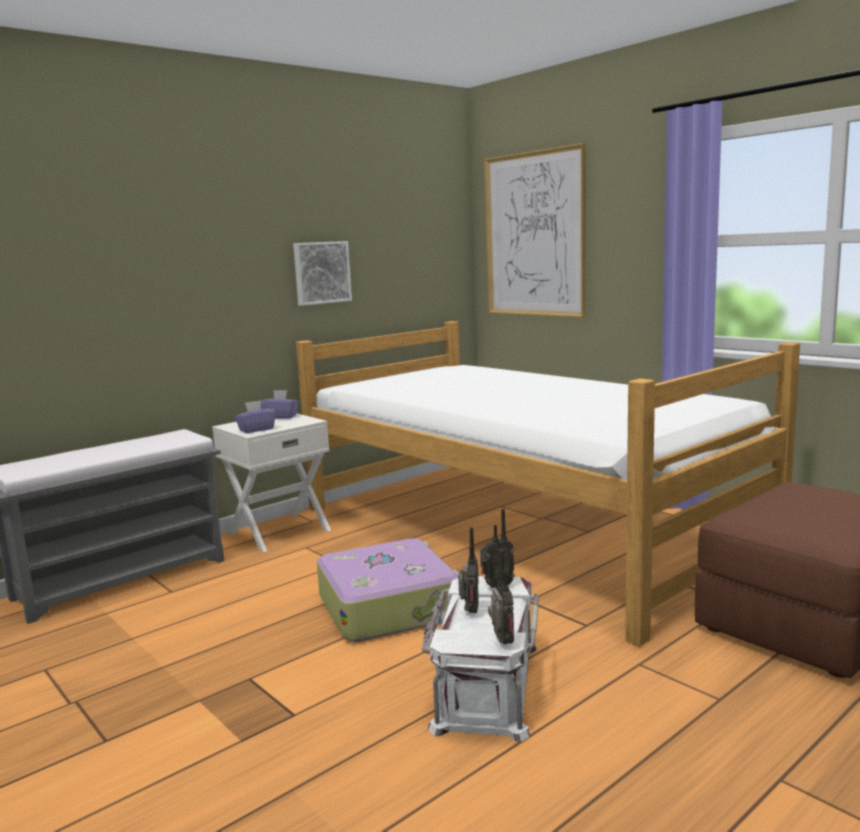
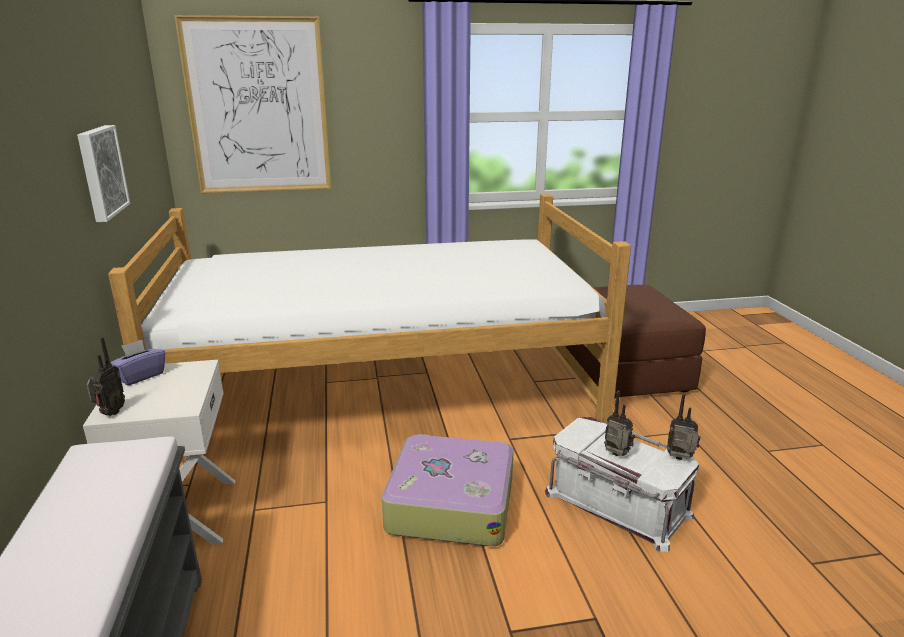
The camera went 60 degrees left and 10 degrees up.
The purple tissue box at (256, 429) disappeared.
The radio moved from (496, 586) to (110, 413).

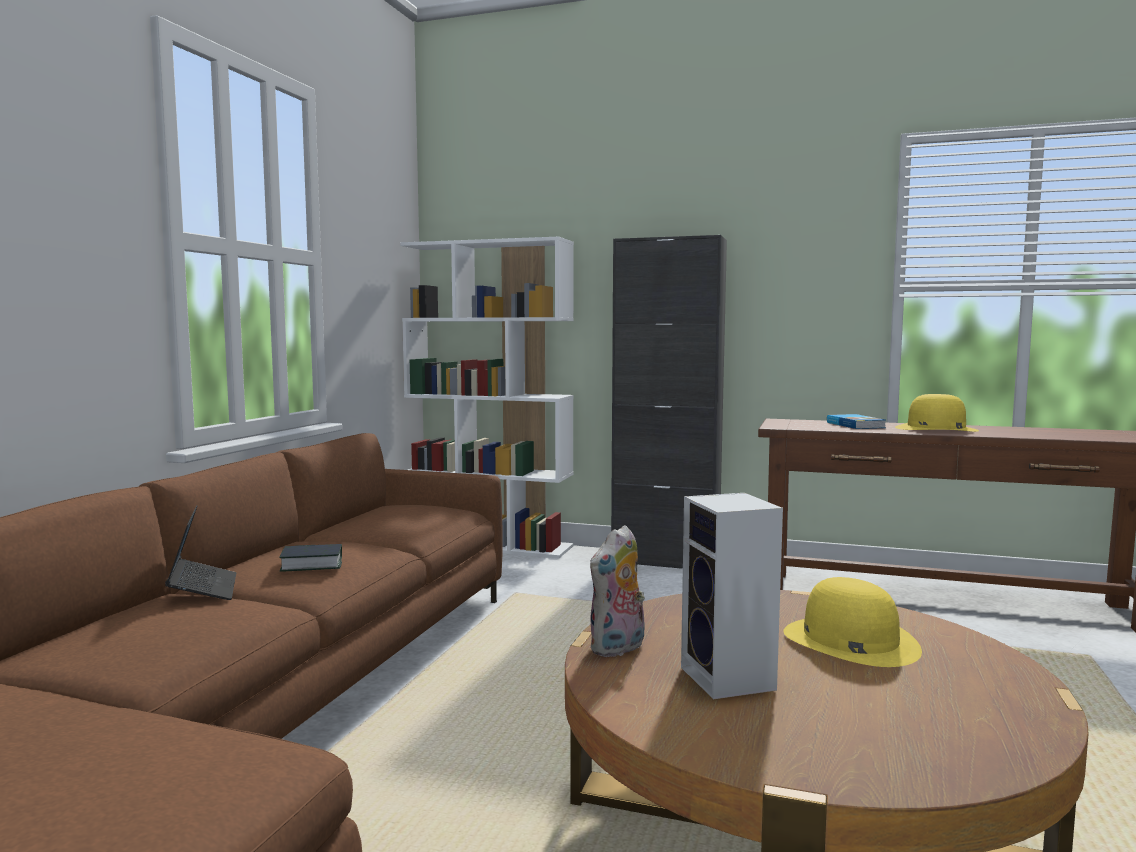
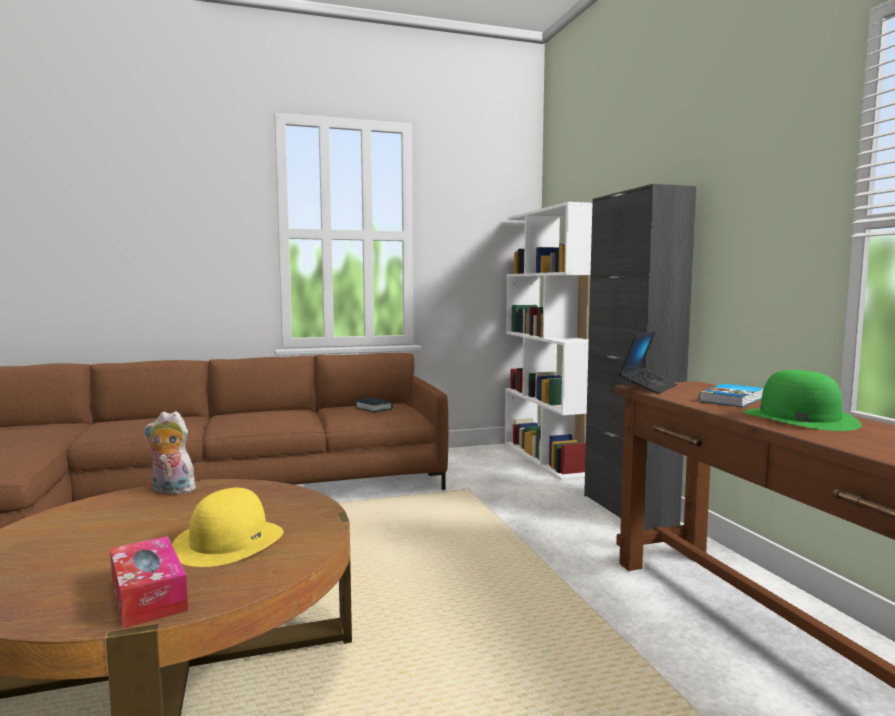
The camera went 55 degrees right and 0 degrees up.
The laptop moved from (203, 589) to (648, 387).
The book moved from (312, 564) to (374, 408).
The speaker at (731, 680) disappeared.
The yellow hat at (935, 429) became the green hat at (798, 418).
The tissue box at (148, 595) appeared.

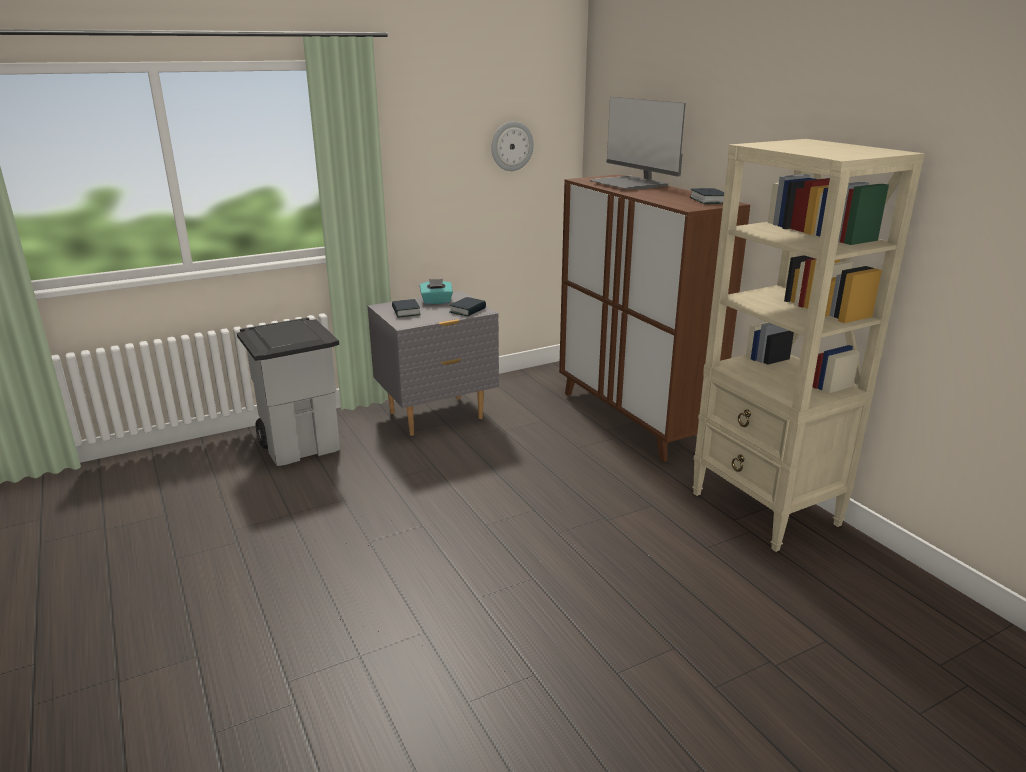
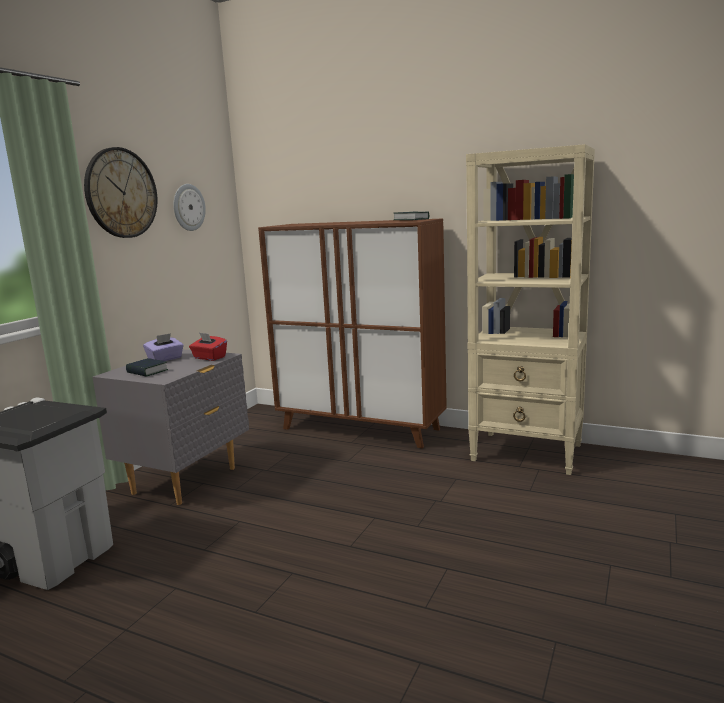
The camera went 35 degrees left and 10 degrees down.
The turquoise tissue box at (436, 302) became the purple tissue box at (165, 359).
The book at (467, 310) was replaced by the red tissue box at (209, 358).
The monitor at (630, 184) disappeared.
The wall clock at (121, 193) appeared.

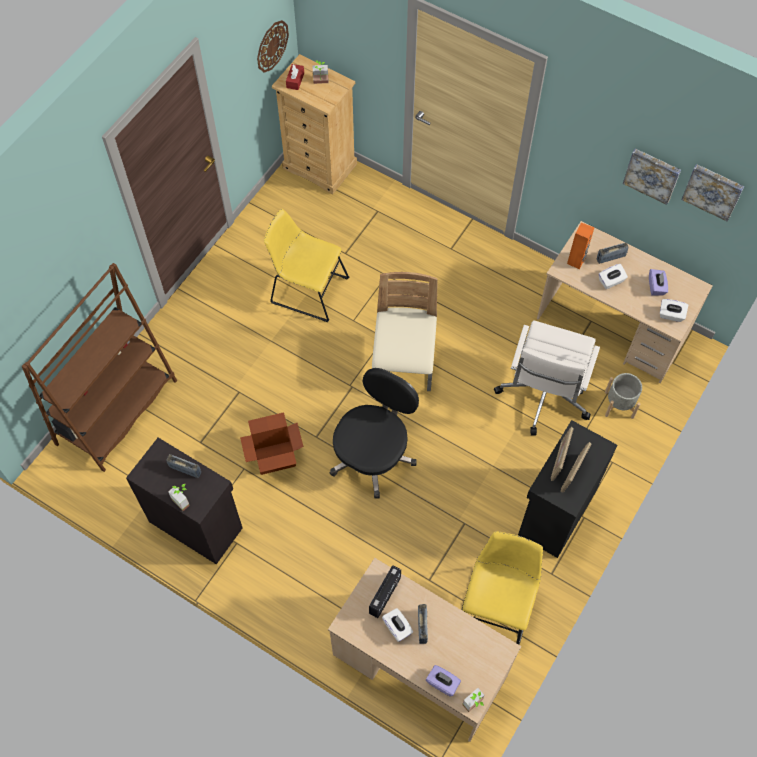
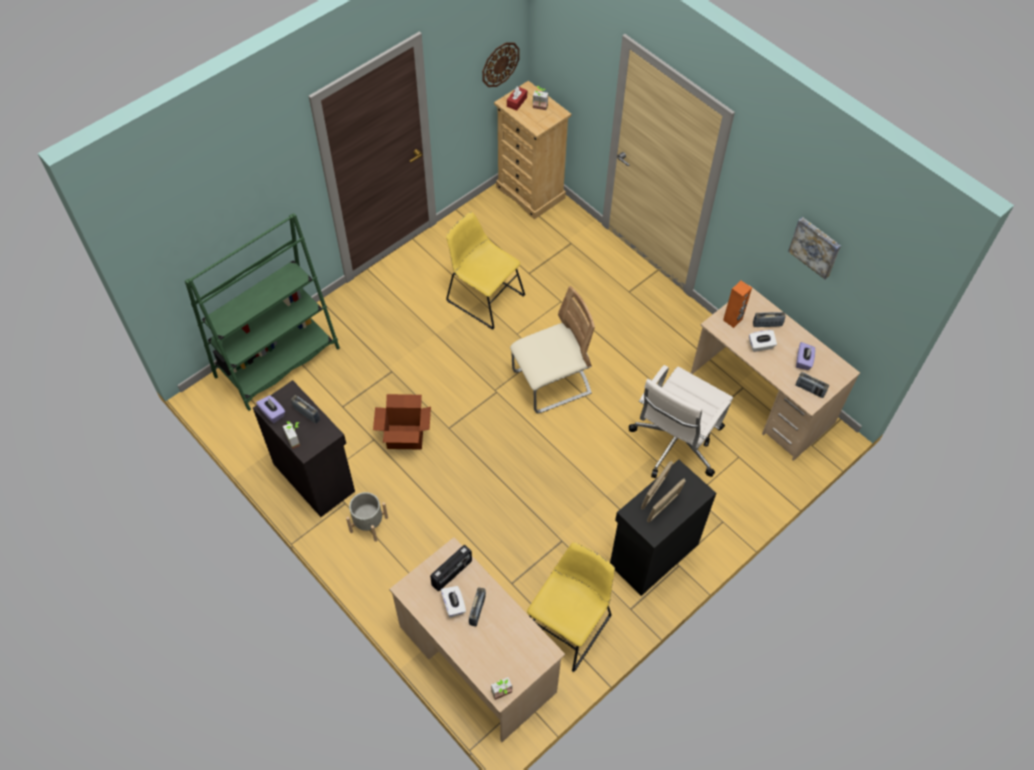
The camera went 15 degrees right and 5 degrees down.
The brown bookcase at (117, 412) became the green bookcase at (277, 362).
The black office chair at (373, 454) disappeared.
The beige chair at (404, 363) turned 45 degrees clockwise.
The purple tissue box moved from (442, 683) to (273, 413).
The grey planter moved from (619, 405) to (368, 524).
The white tissue box at (671, 315) was replaced by the radio at (810, 390).
The picture at (713, 191) disappeared.

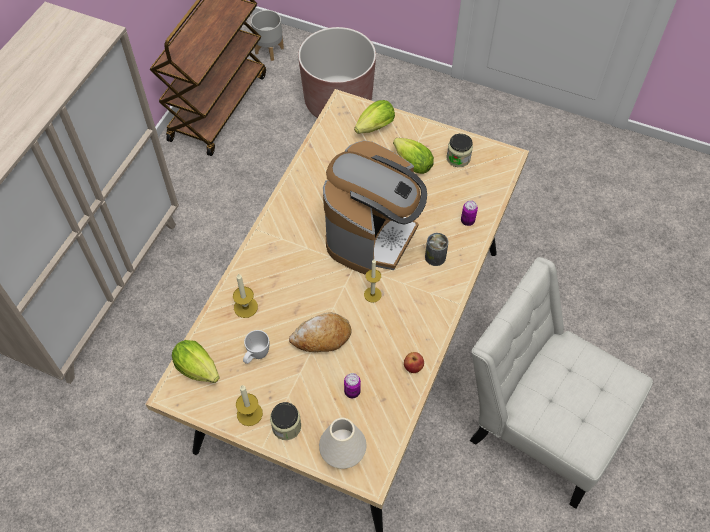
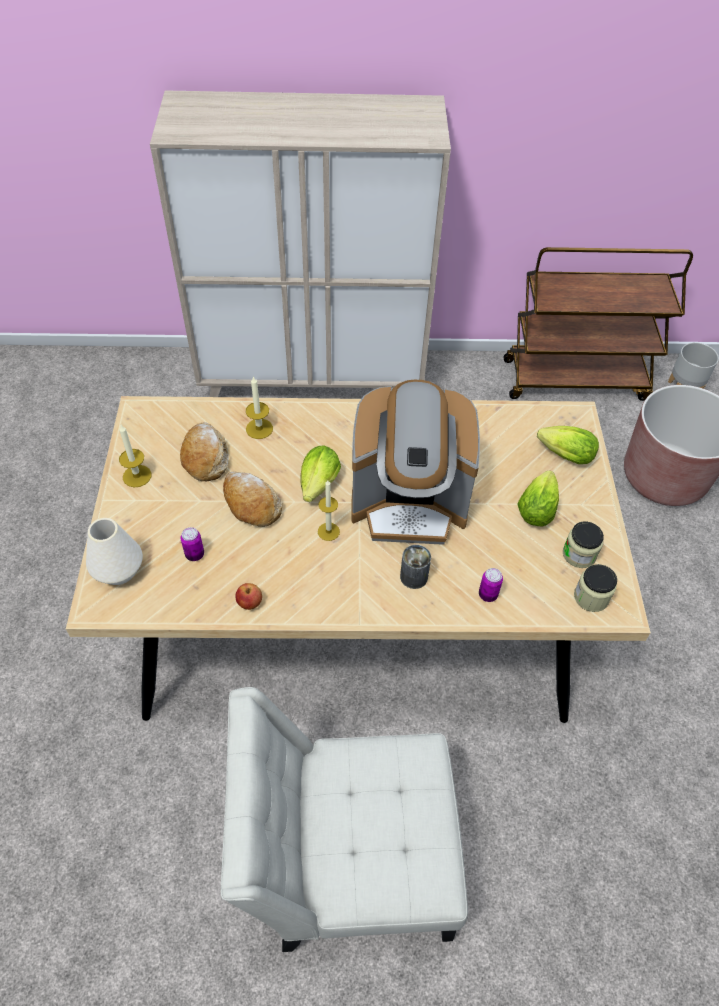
The camera went 65 degrees right and 5 degrees down.
The lettuce moved from (200, 370) to (317, 487).
The white mug at (256, 356) was replaced by the bread at (205, 457).
The jar moved from (286, 426) to (591, 597).
The white chair at (540, 423) turned 105 degrees counterclockwise.

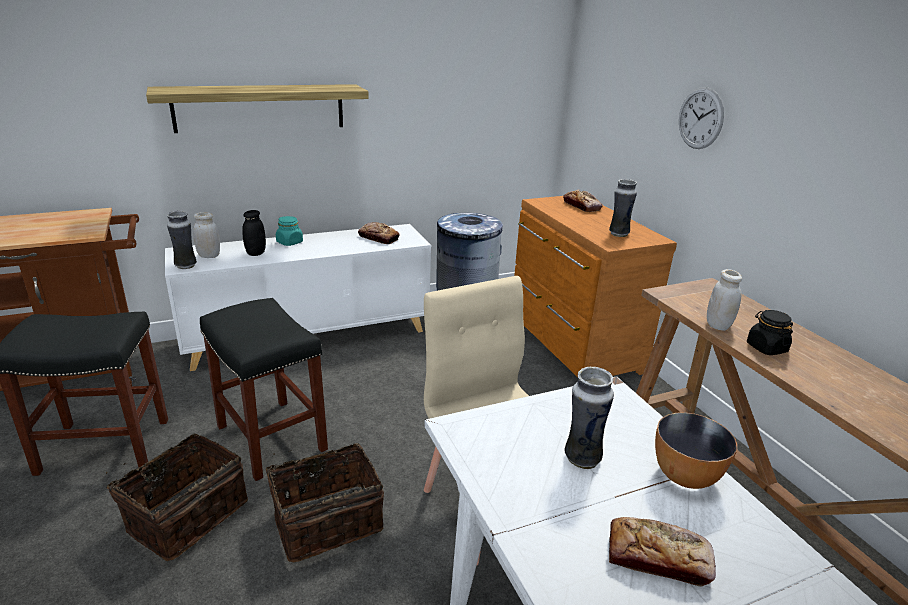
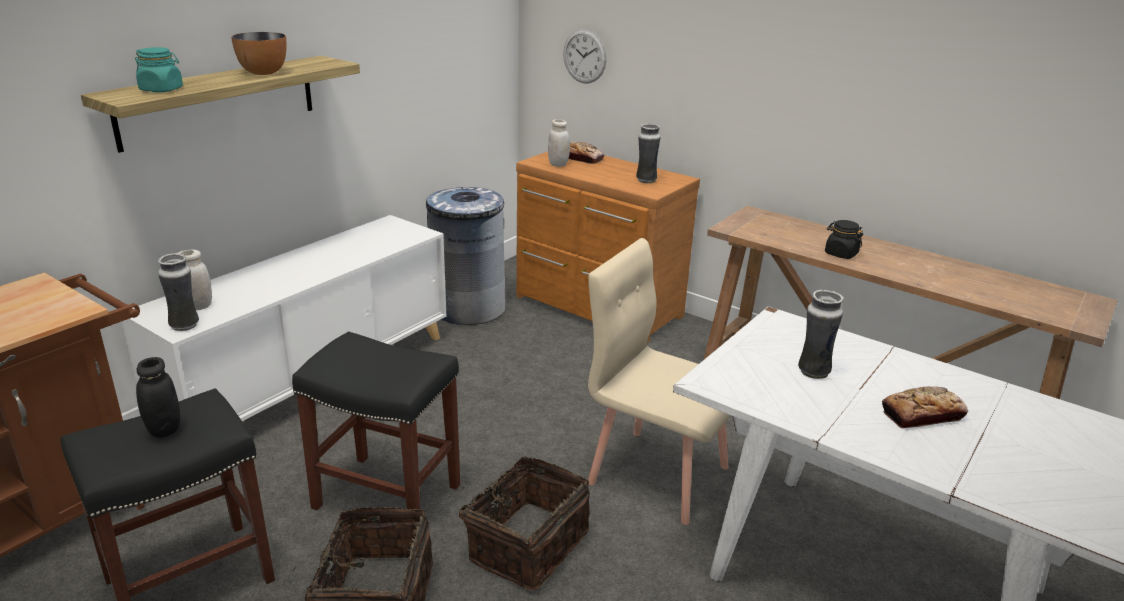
The camera went 30 degrees left and 0 degrees up.
The black jar moved from (255, 253) to (164, 429).
The turquoise jar moved from (290, 242) to (162, 90).
The bread at (378, 238) disappeared.
The bowl moved from (685, 476) to (264, 73).
The wall clock moved from (700, 118) to (584, 56).
The white jar moved from (718, 325) to (558, 164).

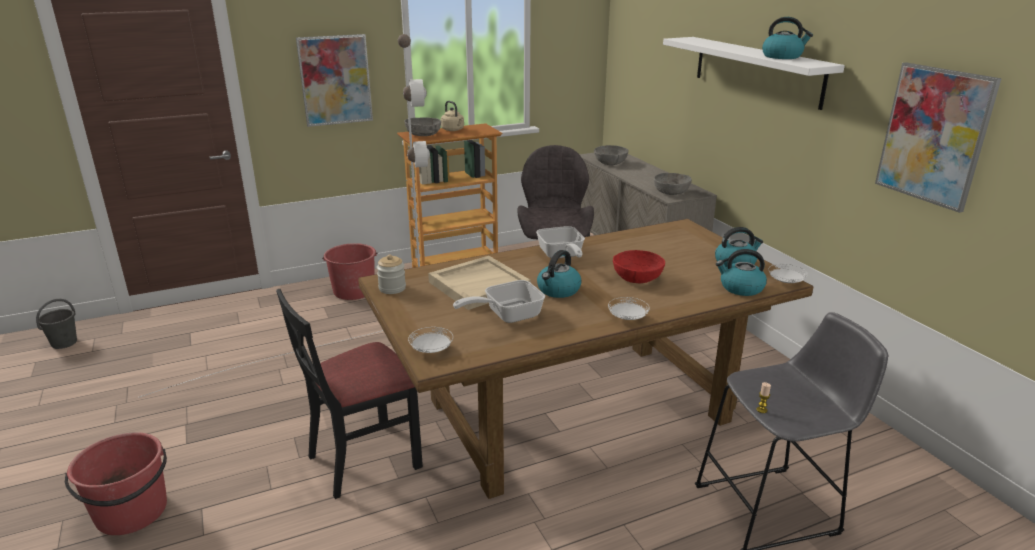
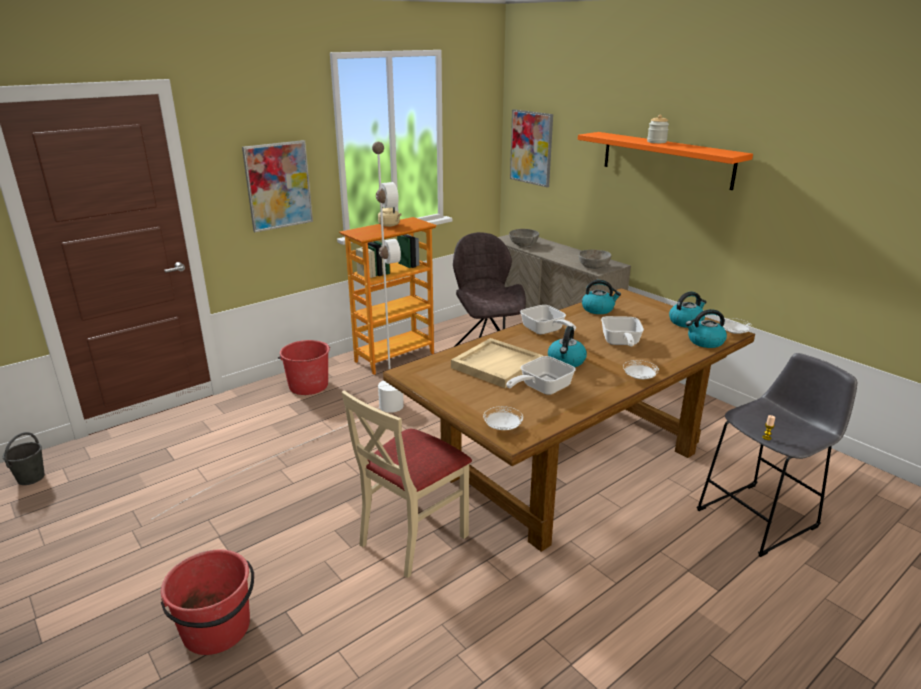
The camera went 15 degrees left and 0 degrees up.
The black chair at (364, 459) became the beige chair at (412, 538).
The jar moved from (392, 288) to (656, 142).
The grey bowl at (423, 135) disappeared.
The red bowl at (637, 278) was replaced by the frying pan at (620, 343).
The white shelf at (756, 70) became the orange shelf at (666, 159).
The kettle moved from (782, 56) to (598, 309).
The picture moved from (934, 135) to (531, 147).

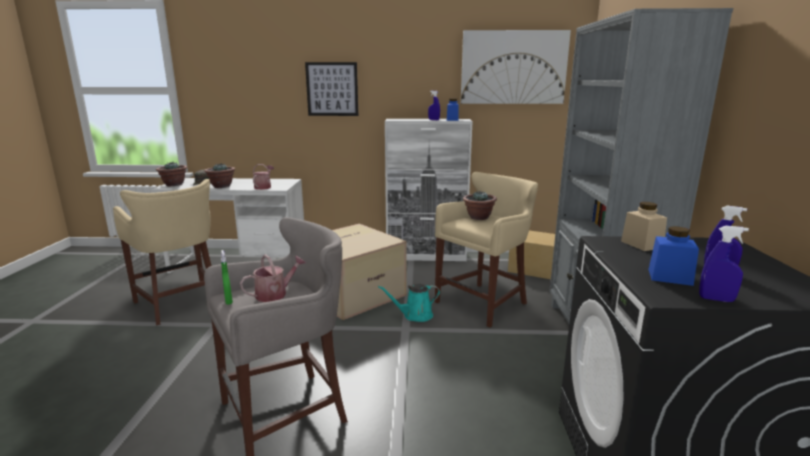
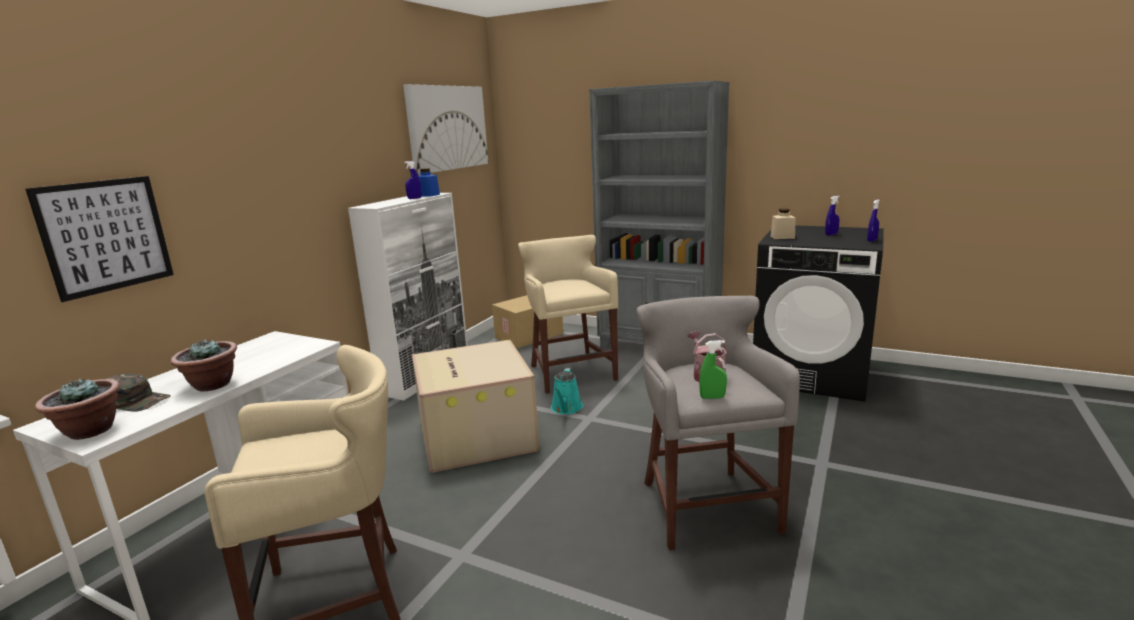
The camera went 65 degrees left and 0 degrees up.
The watering can at (264, 187) disappeared.
The picture moved from (332, 89) to (106, 236).
The potted plant at (478, 217) disappeared.
The blue jar at (670, 277) disappeared.

